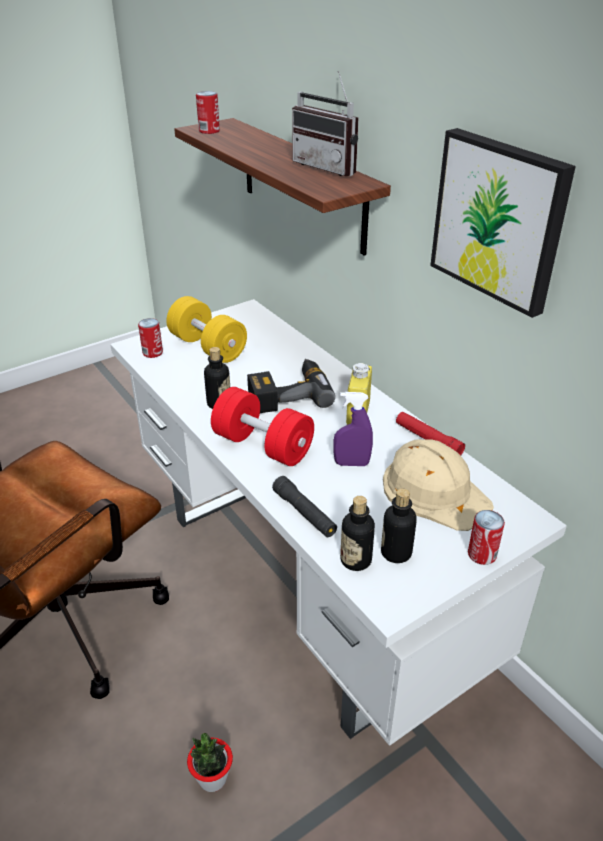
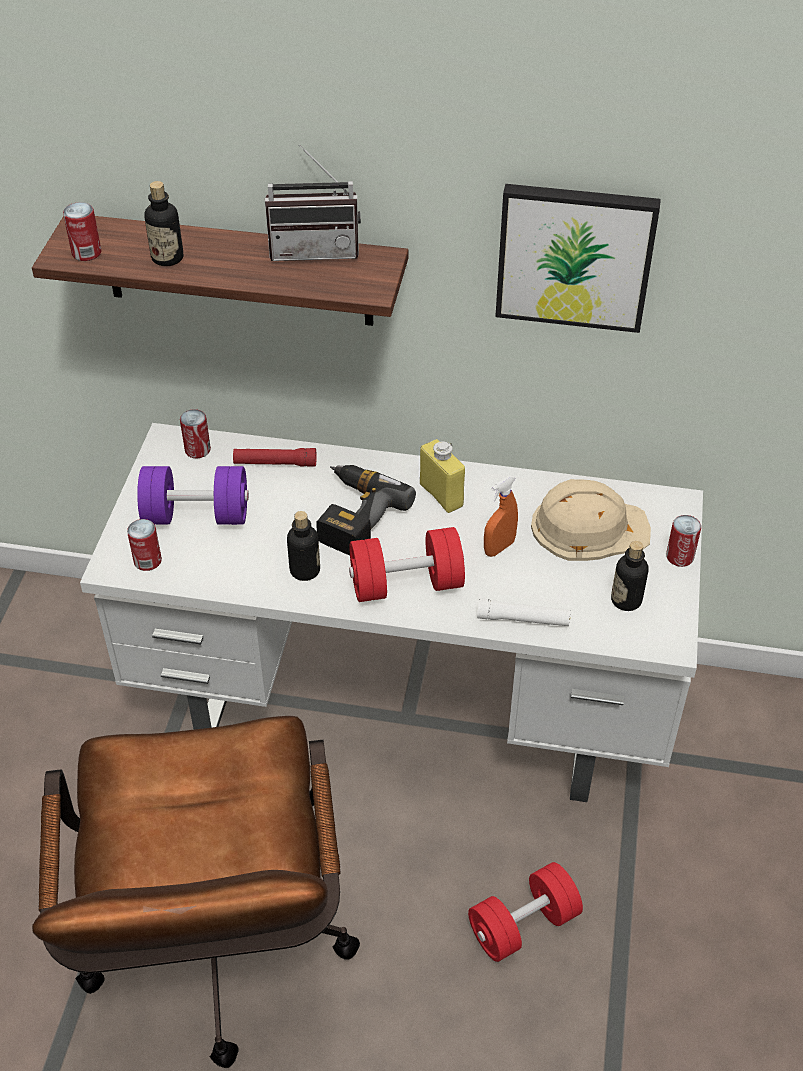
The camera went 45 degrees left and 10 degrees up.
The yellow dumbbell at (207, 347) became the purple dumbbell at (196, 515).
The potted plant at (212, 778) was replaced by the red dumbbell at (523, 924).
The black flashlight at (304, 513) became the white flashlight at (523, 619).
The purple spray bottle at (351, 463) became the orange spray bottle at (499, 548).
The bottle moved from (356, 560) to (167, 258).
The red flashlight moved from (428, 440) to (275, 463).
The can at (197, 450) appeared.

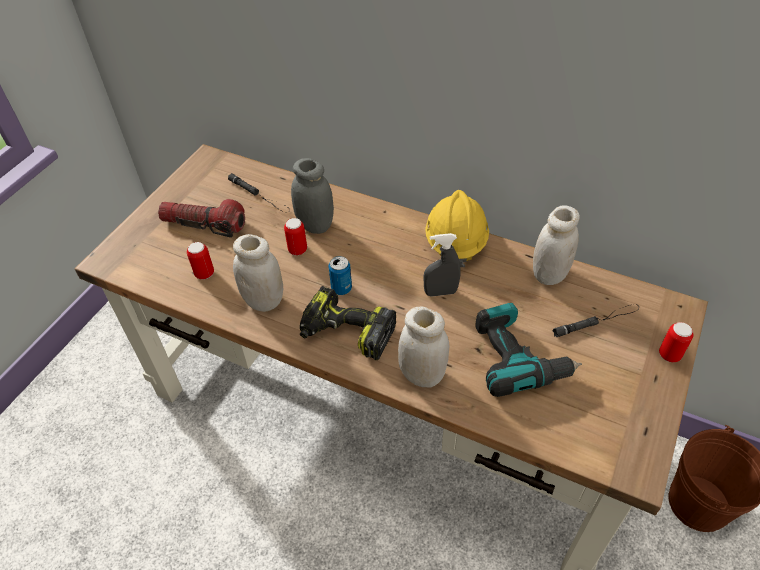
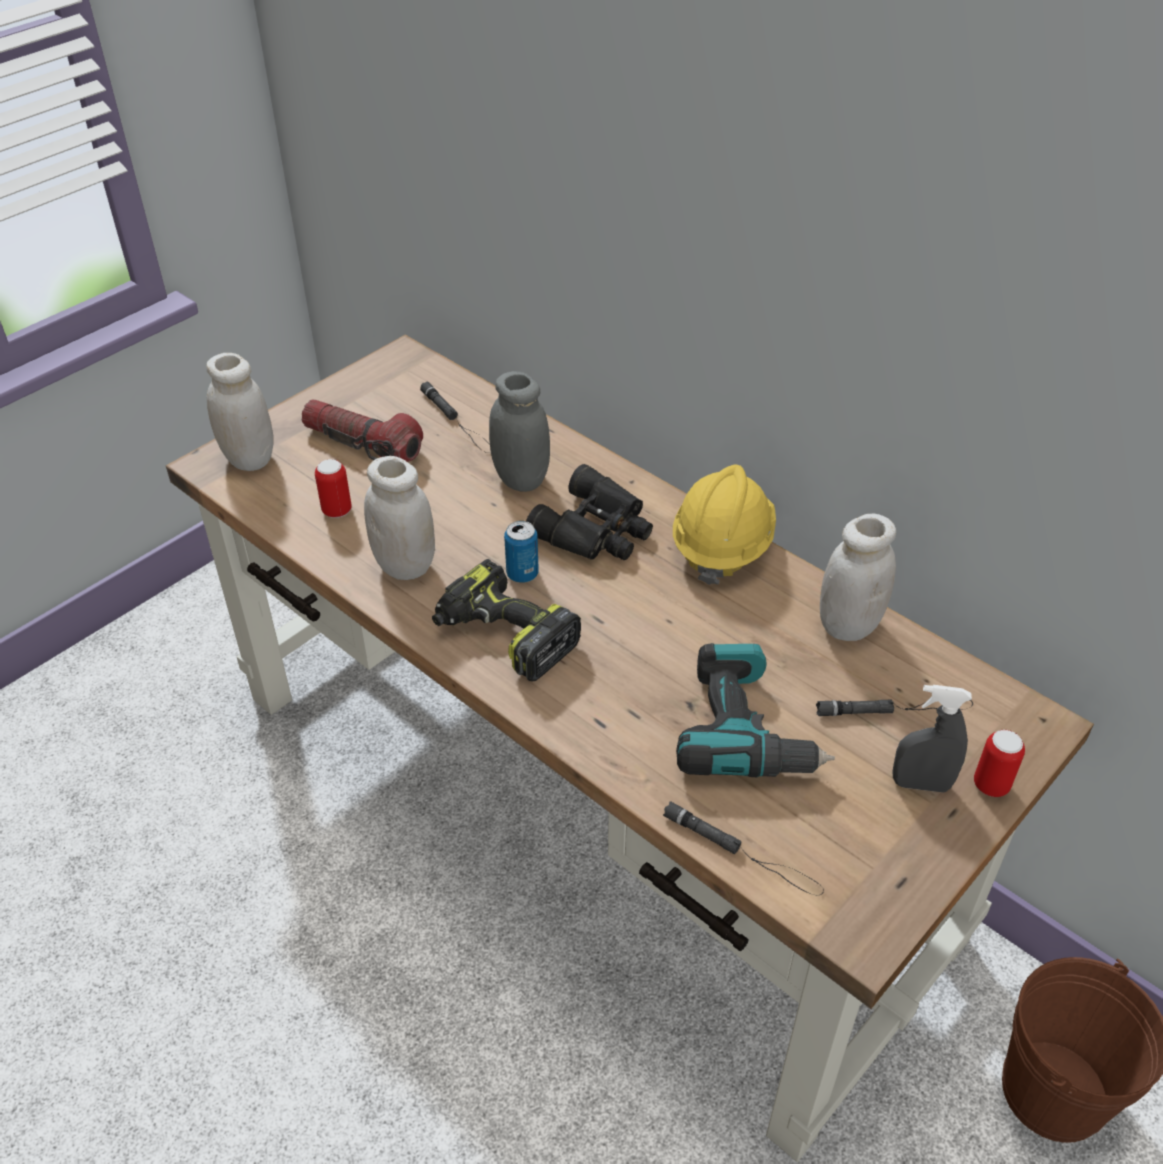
The camera went 15 degrees right and 5 degrees down.
The can at (297, 250) disappeared.
The white jar moved from (422, 374) to (249, 459).
The grey spray bottle moved from (440, 292) to (921, 784).
The black binoculars at (597, 530) appeared.
The black flashlight at (742, 852) appeared.

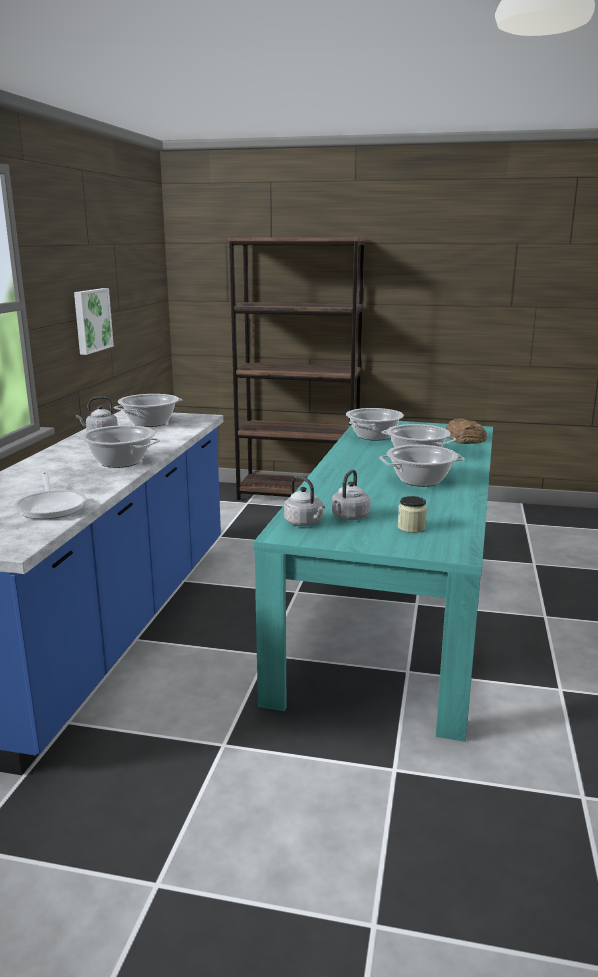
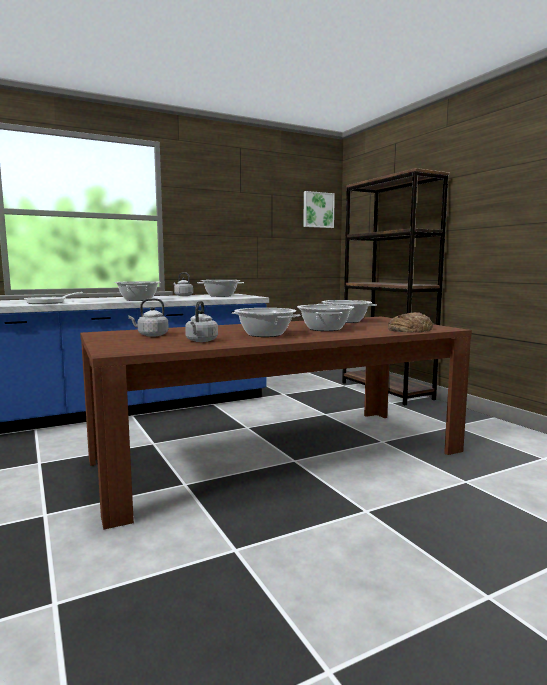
The camera went 50 degrees right and 10 degrees down.
The picture moved from (91, 320) to (318, 210).
The turquoise dining table at (394, 604) became the brown dining table at (279, 455).
The grey kettle moved from (305, 523) to (201, 341).
The jar at (411, 527) disappeared.

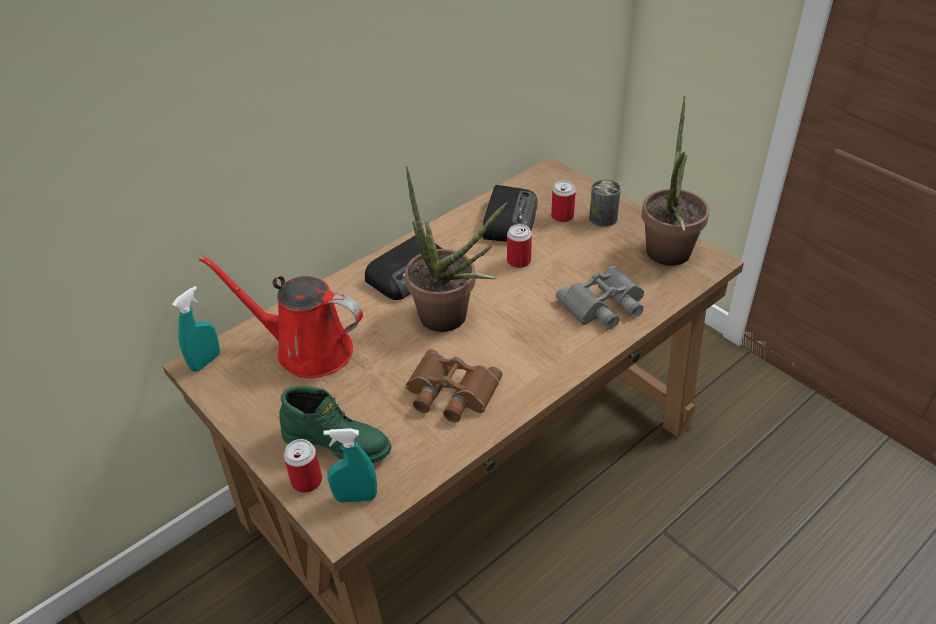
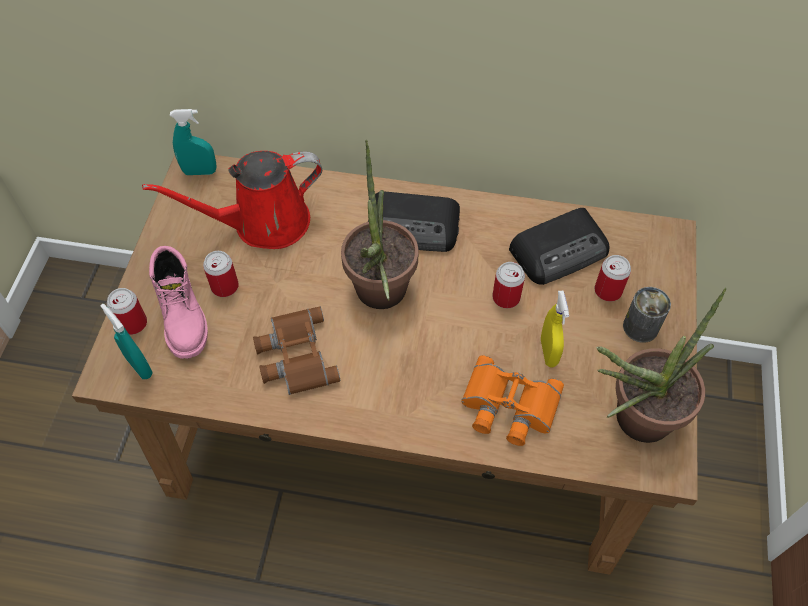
The camera went 50 degrees right and 15 degrees up.
The red watering can at (307, 349) turned 90 degrees counterclockwise.
The green boot at (338, 442) became the pink boot at (184, 315).
The grey binoculars at (604, 305) became the orange binoculars at (508, 407).
The can at (225, 286) appeared.
The yellow spray bottle at (548, 352) appeared.

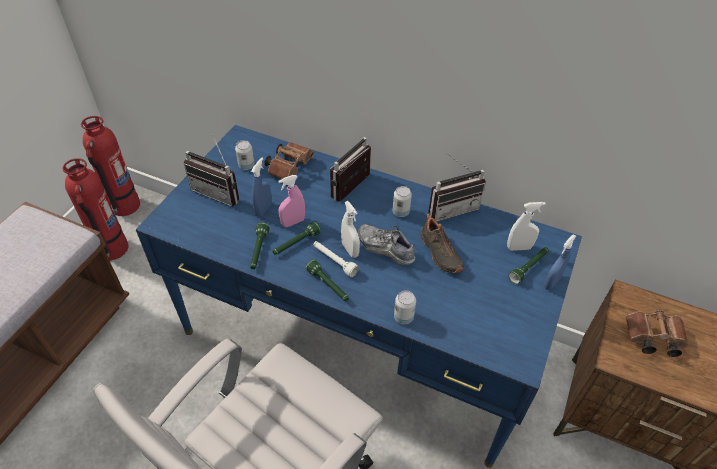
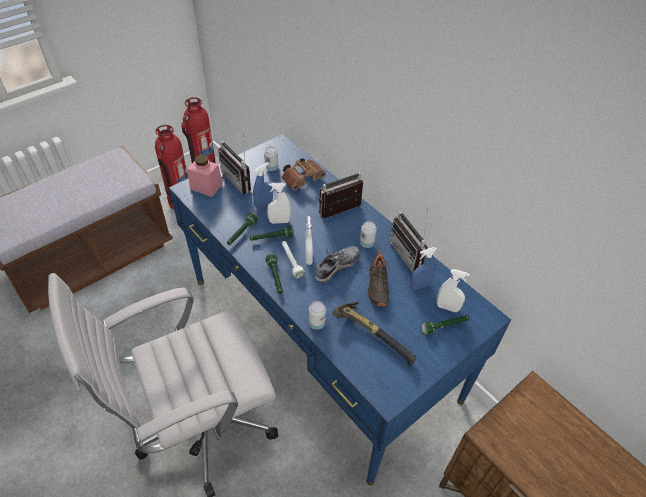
The camera went 25 degrees right and 0 degrees up.
The pink spray bottle at (293, 222) became the white spray bottle at (279, 221).
The shoe at (385, 248) turned 75 degrees clockwise.
The radio at (451, 208) turned 60 degrees clockwise.
The blue spray bottle moved from (552, 282) to (419, 286).
The brown binoculars at (651, 338) disappeared.
The pink jar at (206, 186) appeared.
The hammer at (374, 334) appeared.

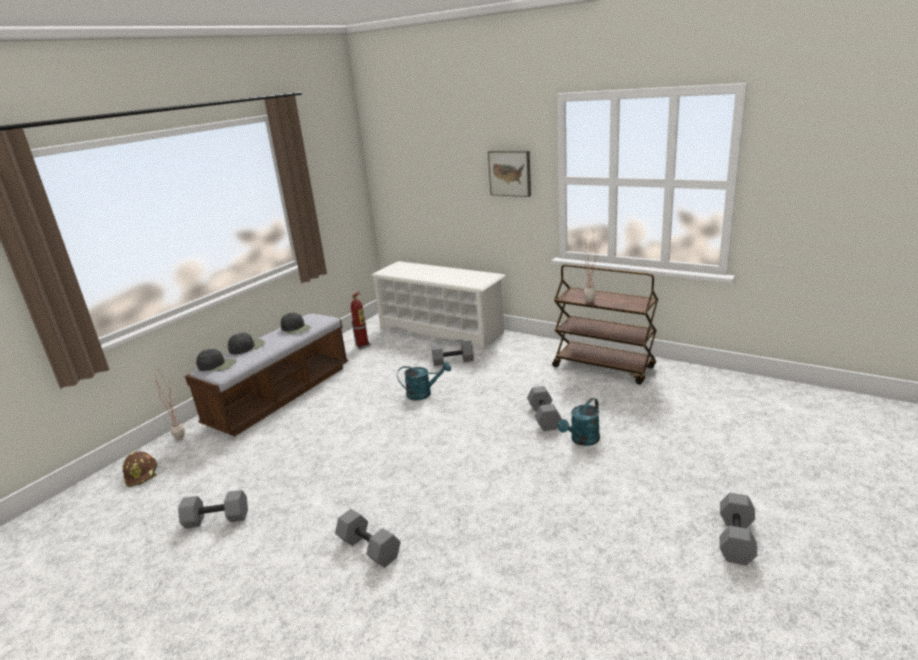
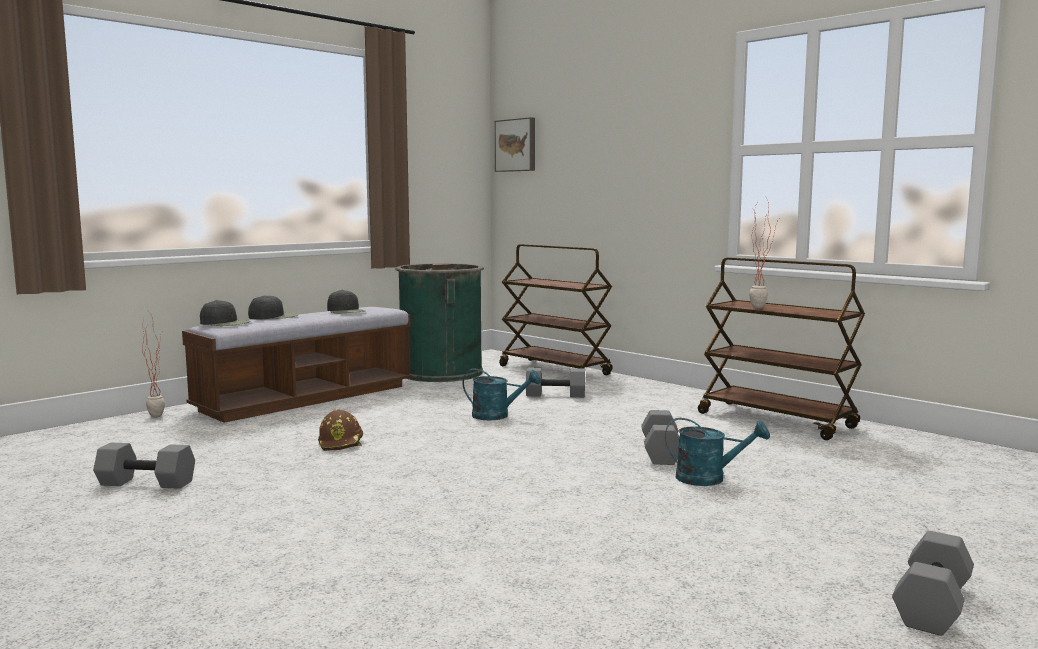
The camera went 10 degrees right and 15 degrees down.
The brown hard hat moved from (142, 474) to (341, 443).
The grey dumbbell at (368, 548) disappeared.
The fire extinguisher at (363, 346) was replaced by the green trash can at (441, 372).
The white shoe rack at (442, 330) was replaced by the brown cart at (555, 370).
The picture moved from (510, 173) to (516, 145).
The turquoise watering can at (582, 440) turned 135 degrees counterclockwise.

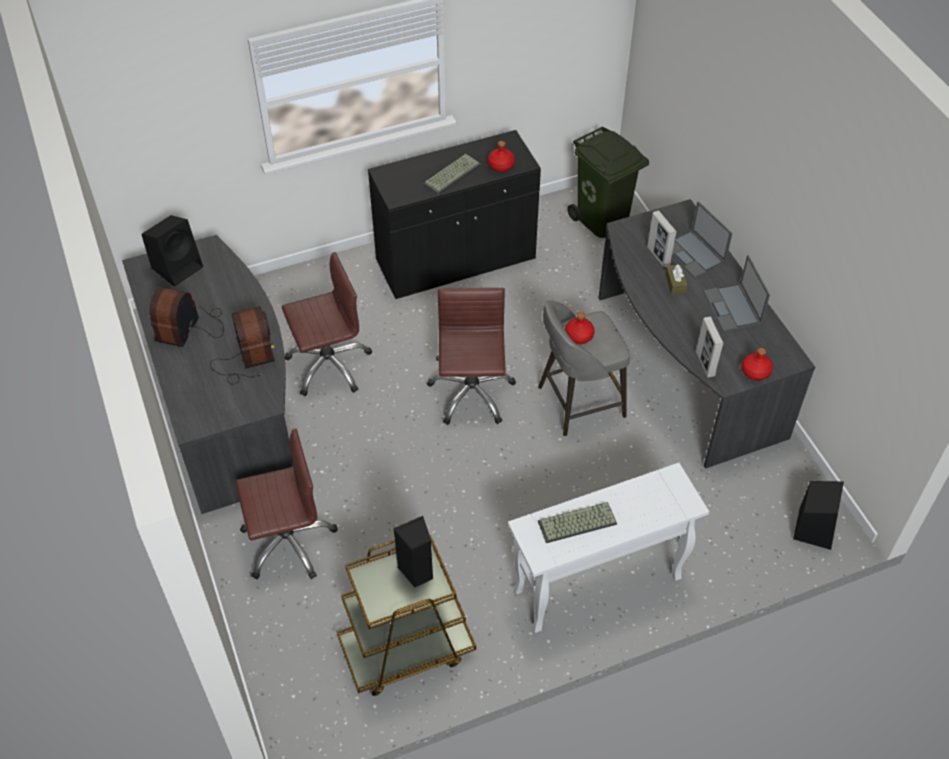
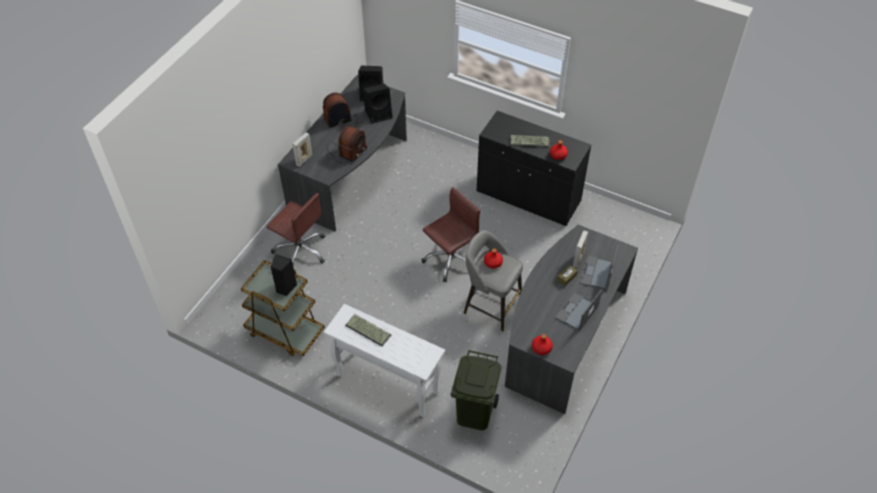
The camera went 50 degrees right and 0 degrees up.
The brown office chair at (329, 365) disappeared.
The green trash can moved from (601, 220) to (474, 413).
The picture frame moved from (705, 364) to (304, 160).
The black speaker moved from (814, 527) to (379, 113).

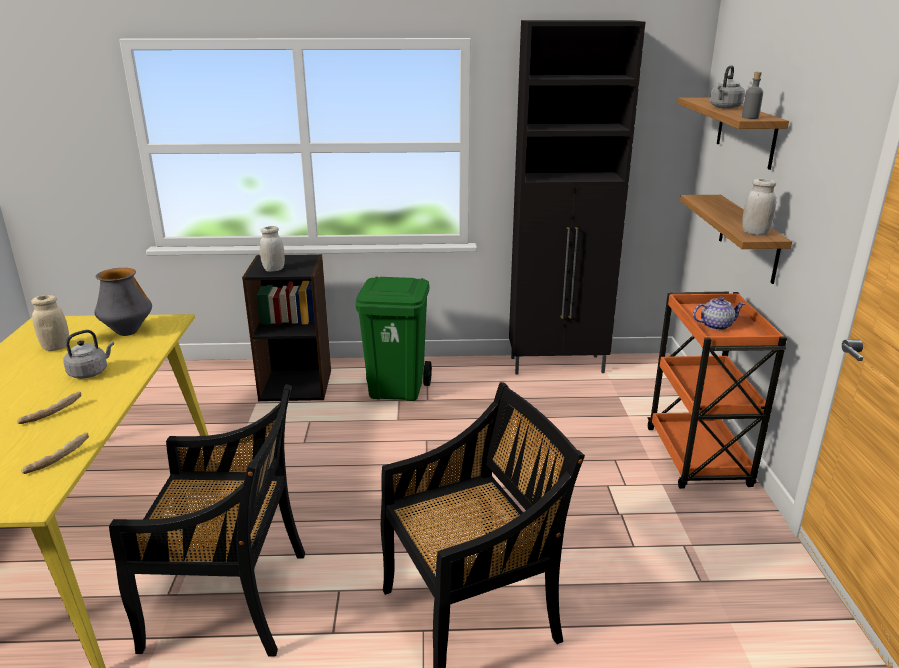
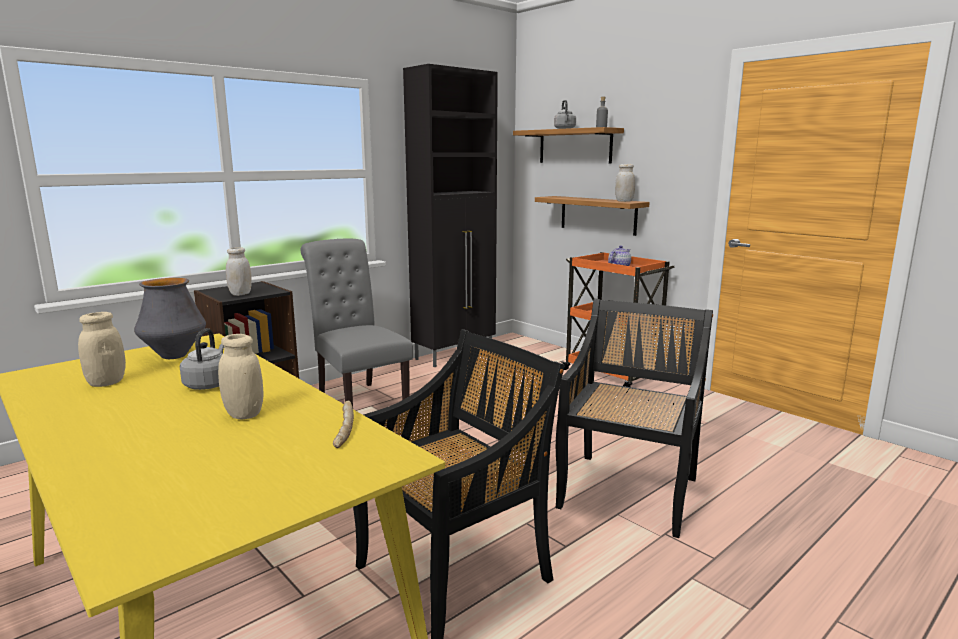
The camera went 40 degrees left and 10 degrees down.
The bread at (51, 413) was replaced by the beige jar at (244, 414).
The green trash can at (397, 390) was replaced by the grey chair at (358, 400).

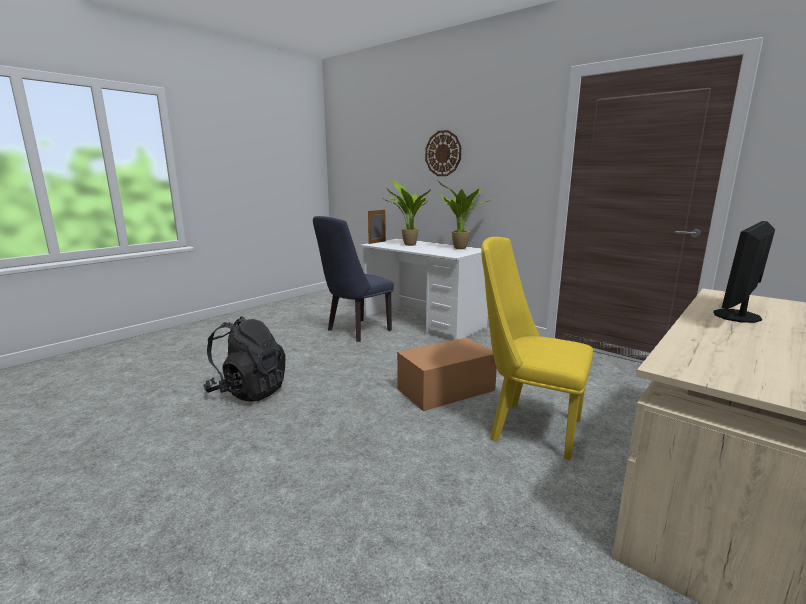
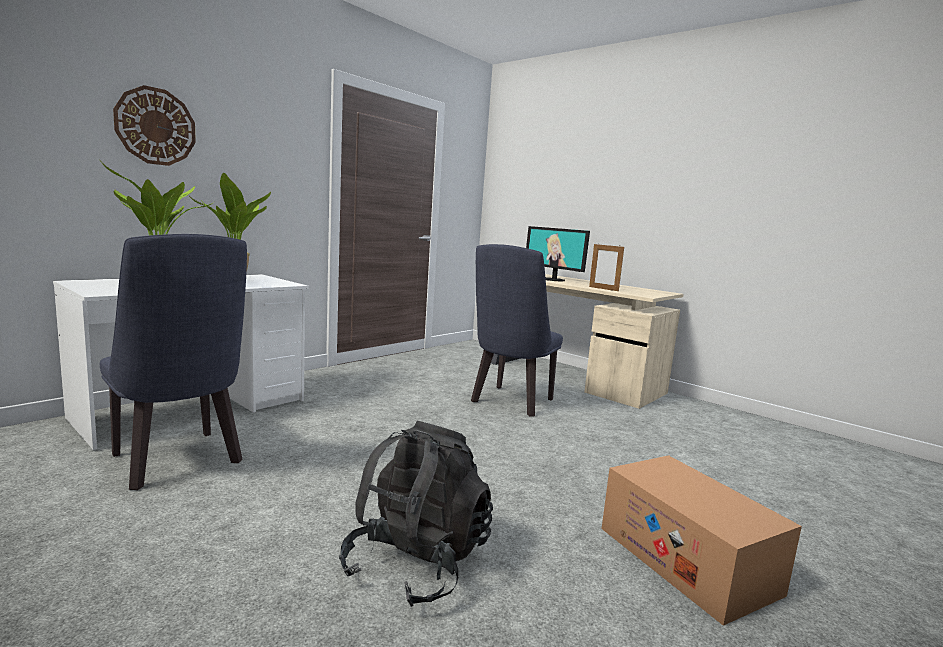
The camera went 90 degrees left and 5 degrees down.
The picture frame moved from (377, 242) to (603, 289).
The cardboard box moved from (446, 389) to (686, 559).
The yellow chair at (527, 427) became the blue chair at (510, 403).

